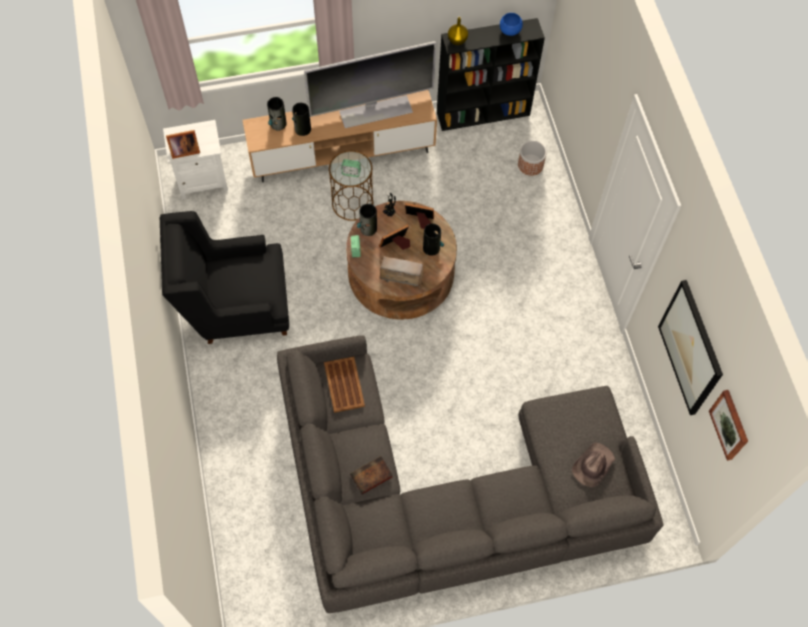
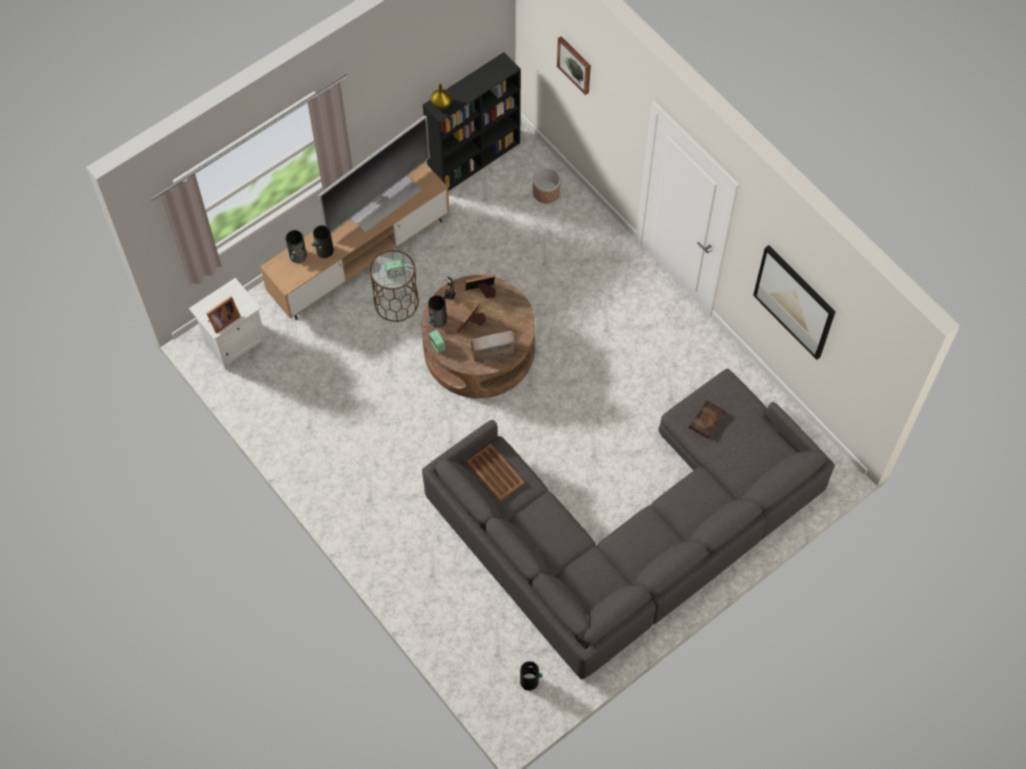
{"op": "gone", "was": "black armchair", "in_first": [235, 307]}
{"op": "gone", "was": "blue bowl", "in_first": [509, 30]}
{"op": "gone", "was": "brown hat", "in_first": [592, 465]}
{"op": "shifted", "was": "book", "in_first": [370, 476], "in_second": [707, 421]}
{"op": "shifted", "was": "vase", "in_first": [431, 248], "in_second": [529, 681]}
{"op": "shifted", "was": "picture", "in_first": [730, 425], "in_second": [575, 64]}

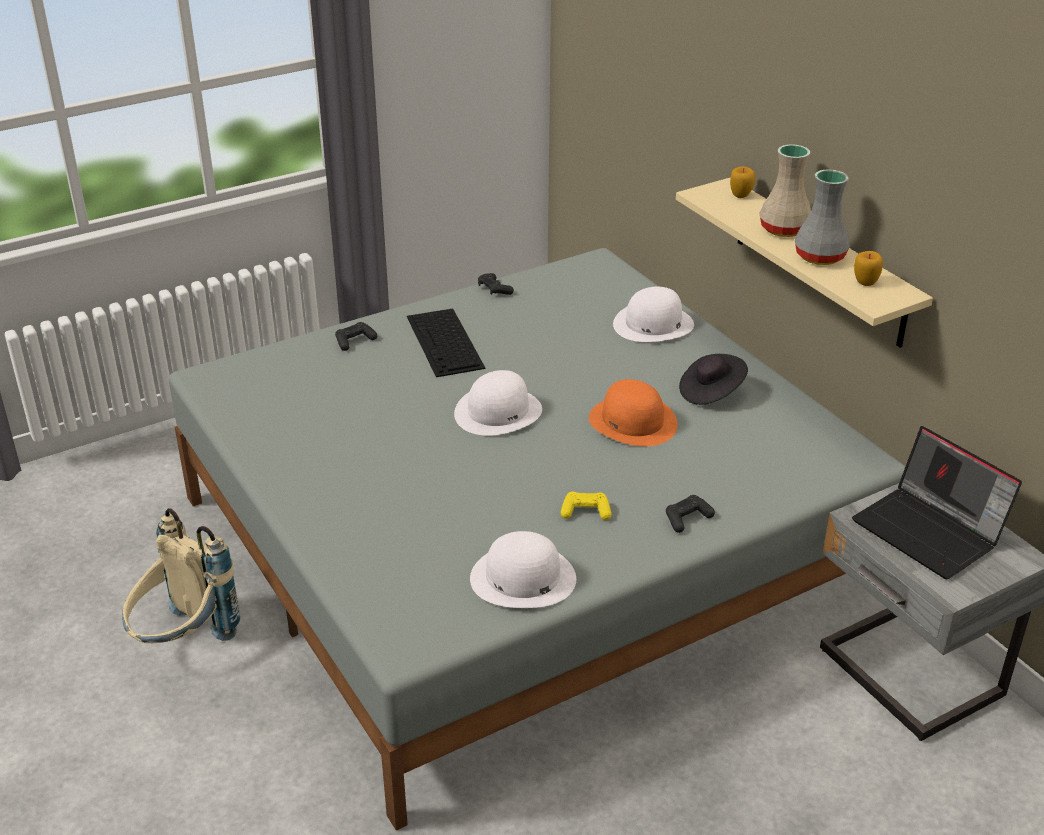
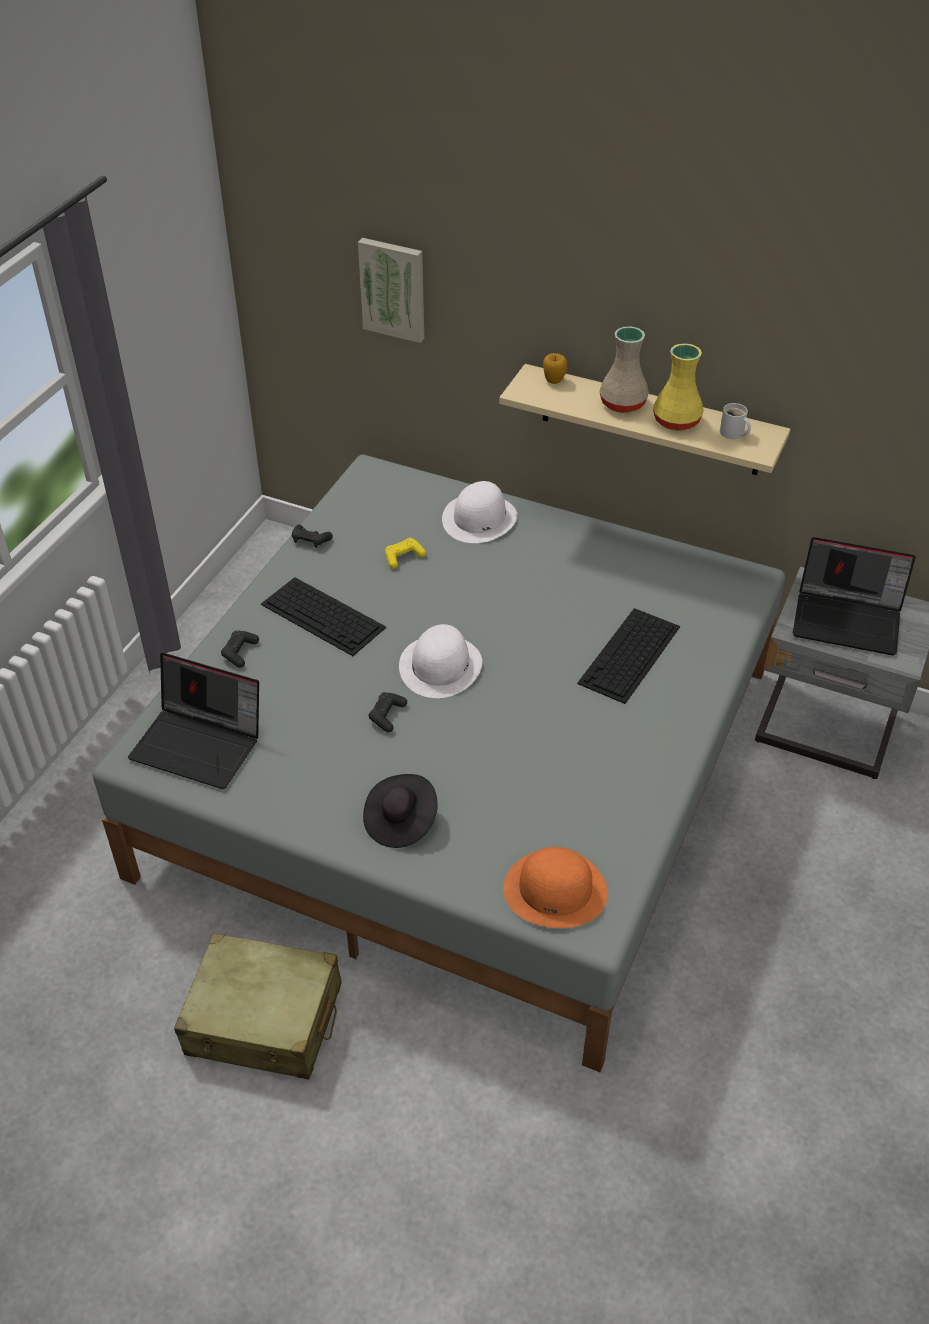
{"op": "gone", "was": "white hat", "in_first": [522, 578]}
{"op": "new", "now": "laptop", "in_second": [200, 744]}
{"op": "new", "now": "picture", "in_second": [393, 288]}
{"op": "new", "now": "keyboard", "in_second": [629, 655]}
{"op": "shifted", "was": "yellow game controller", "in_first": [585, 512], "in_second": [403, 557]}
{"op": "shifted", "was": "orange hat", "in_first": [633, 421], "in_second": [555, 890]}
{"op": "shifted", "was": "black game controller", "in_first": [687, 519], "in_second": [387, 715]}
{"op": "shifted", "was": "black hat", "in_first": [711, 392], "in_second": [400, 822]}
{"op": "swapped", "was": "beige backpack", "now": "beige suitcase", "in_first": [183, 642], "in_second": [264, 1020]}
{"op": "swapped", "was": "apple", "now": "white mug", "in_first": [865, 282], "in_second": [733, 433]}
{"op": "repainted", "was": "grey vase", "now": "yellow vase", "in_first": [819, 256], "in_second": [675, 421]}

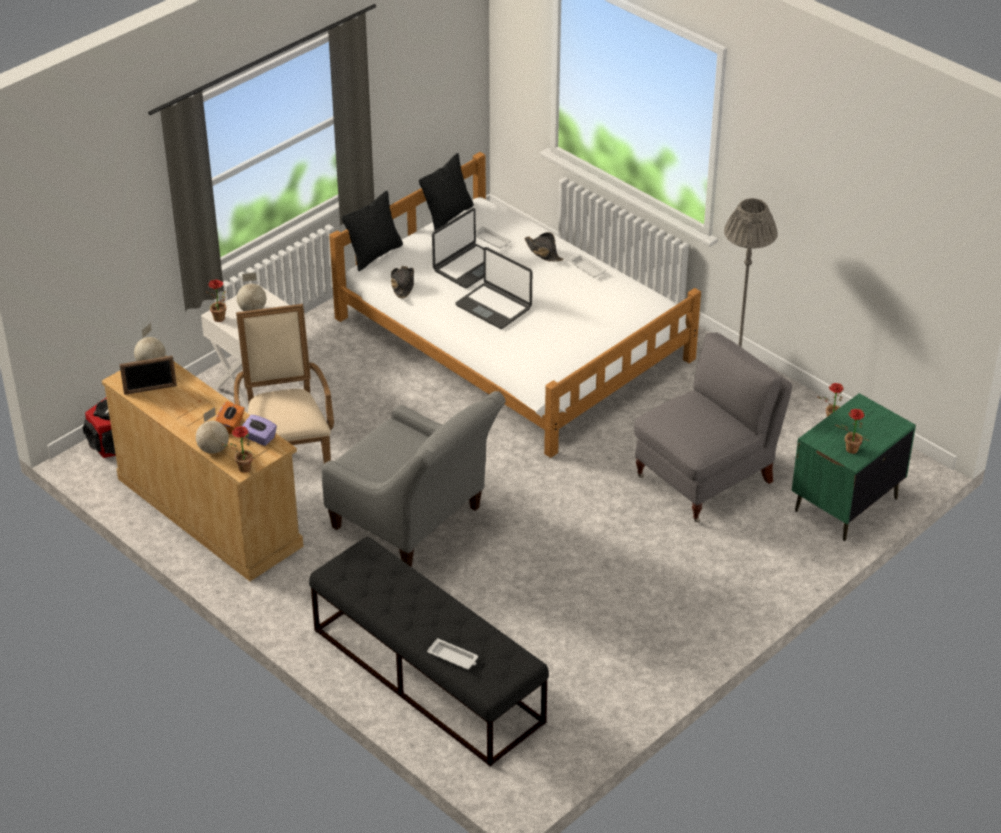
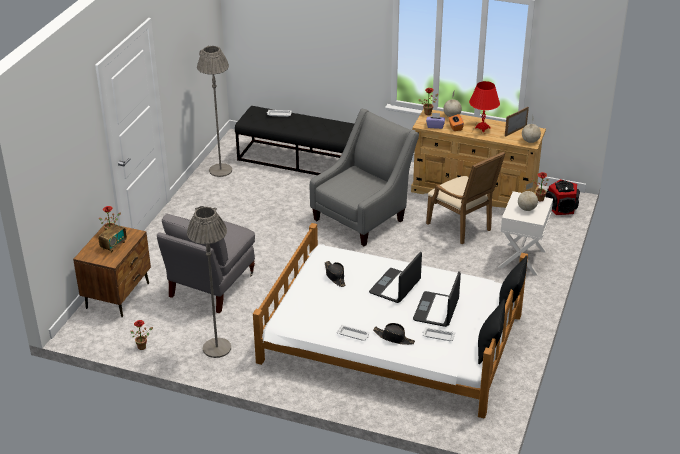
{"op": "new", "now": "radio", "in_second": [113, 245]}
{"op": "new", "now": "grey floor lamp", "in_second": [220, 170]}
{"op": "new", "now": "red table lamp", "in_second": [482, 128]}
{"op": "shifted", "was": "black hat", "in_first": [403, 285], "in_second": [335, 276]}
{"op": "repainted", "was": "green nightstand", "now": "brown nightstand", "in_first": [845, 505], "in_second": [118, 295]}
{"op": "rotated", "was": "grey armchair", "in_first": [415, 522], "in_second": [363, 217], "clockwise": 120}
{"op": "rotated", "was": "laptop", "in_first": [494, 306], "in_second": [395, 287], "clockwise": -75}

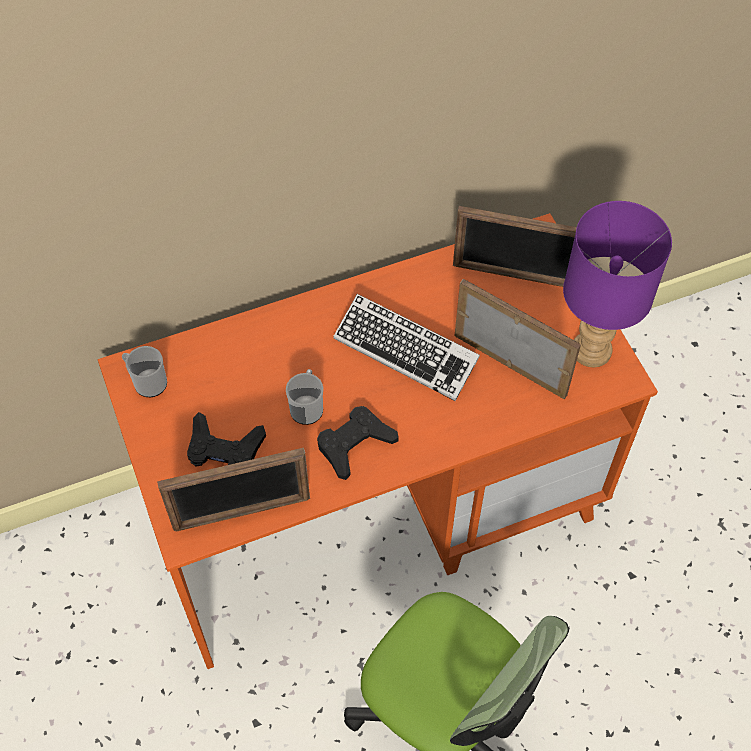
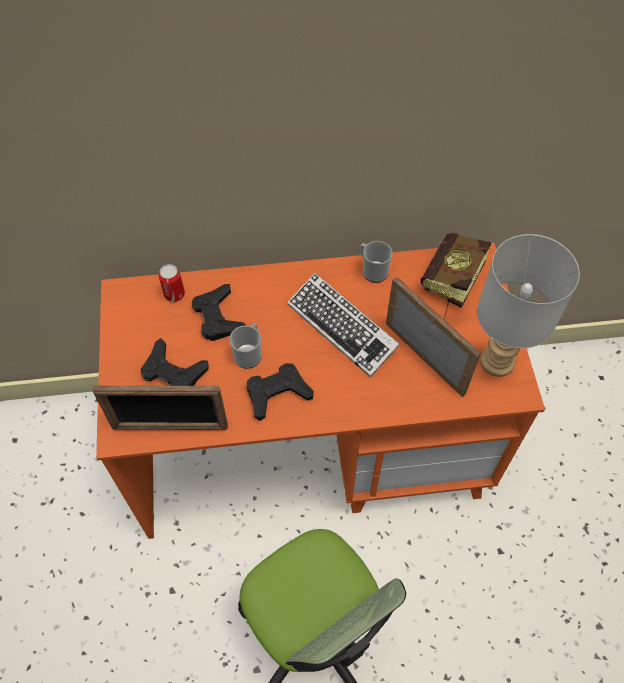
{"op": "new", "now": "can", "in_second": [174, 294]}
{"op": "new", "now": "black game controller", "in_second": [218, 317]}
{"op": "shifted", "was": "mug", "in_first": [147, 382], "in_second": [372, 270]}
{"op": "swapped", "was": "picture frame", "now": "book", "in_first": [513, 275], "in_second": [449, 286]}
{"op": "repainted", "was": "purple table lamp", "now": "grey table lamp", "in_first": [593, 350], "in_second": [498, 362]}

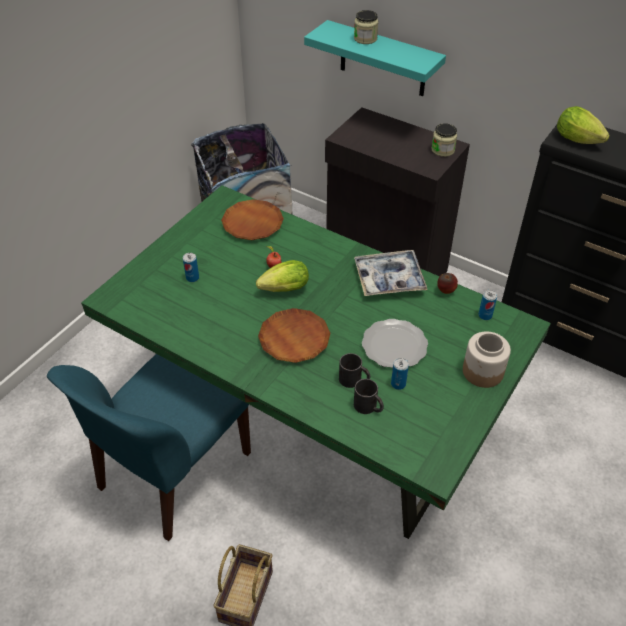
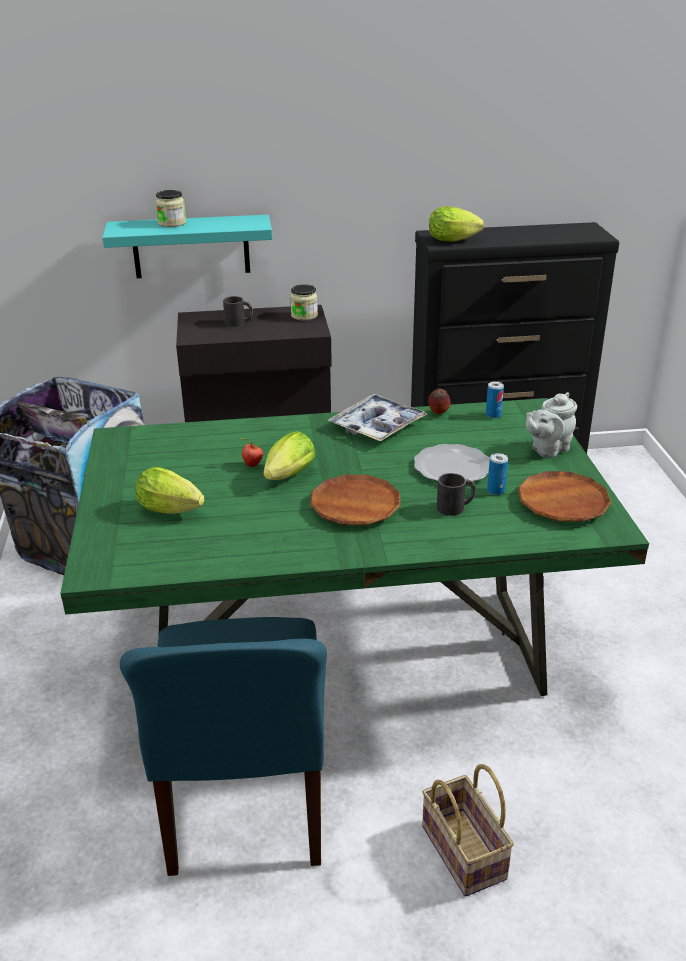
{"op": "shifted", "was": "brown plate", "in_first": [252, 223], "in_second": [562, 502]}
{"op": "shifted", "was": "black mug", "in_first": [369, 407], "in_second": [239, 322]}
{"op": "swapped", "was": "can", "now": "lettuce", "in_first": [192, 278], "in_second": [173, 511]}
{"op": "swapped", "was": "jar", "now": "grey teapot", "in_first": [483, 372], "in_second": [547, 449]}

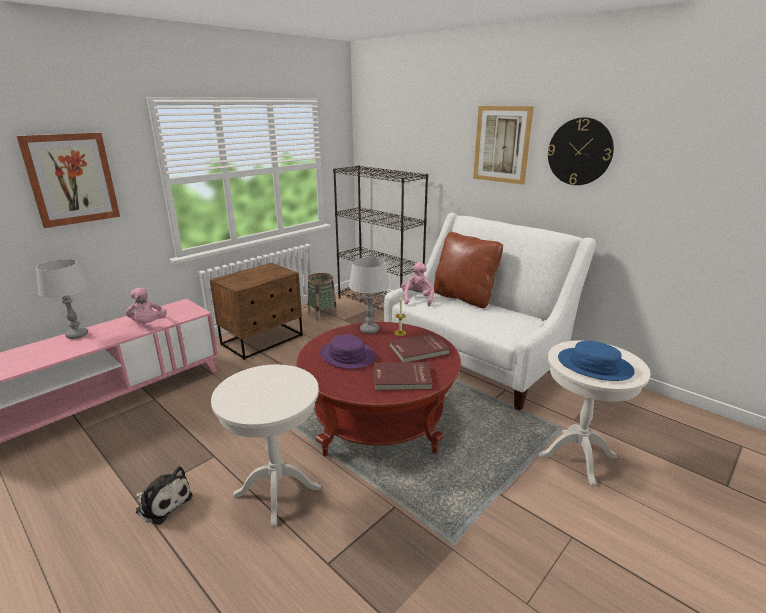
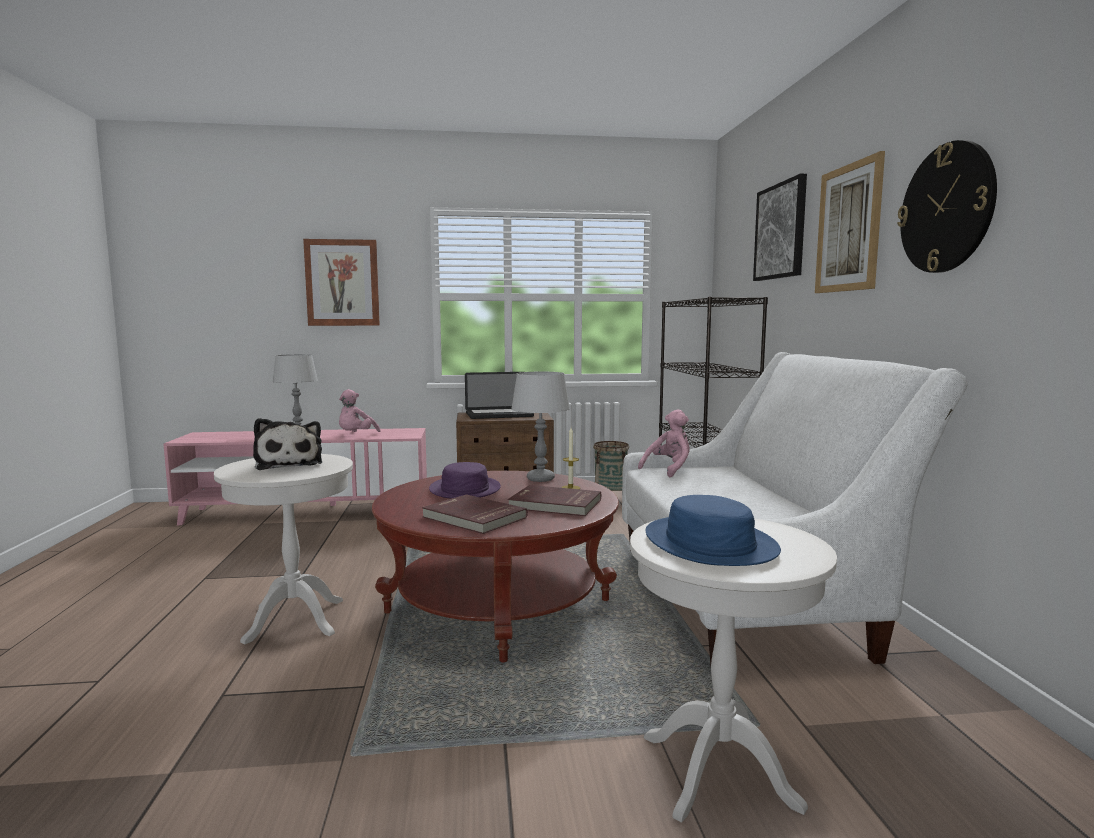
{"op": "gone", "was": "brown pillow", "in_first": [464, 298]}
{"op": "new", "now": "laptop", "in_second": [499, 415]}
{"op": "new", "now": "picture", "in_second": [781, 231]}
{"op": "shifted", "was": "plush toy", "in_first": [163, 503], "in_second": [289, 464]}

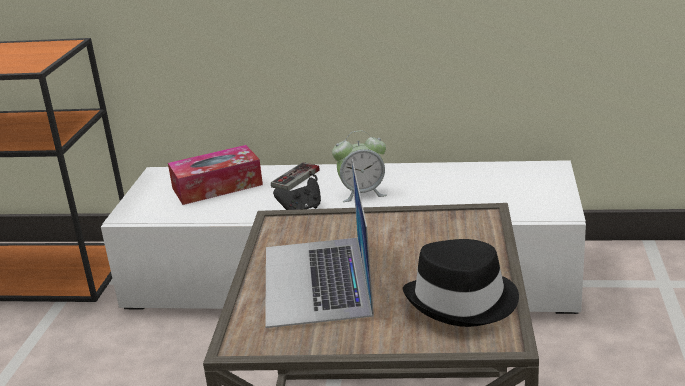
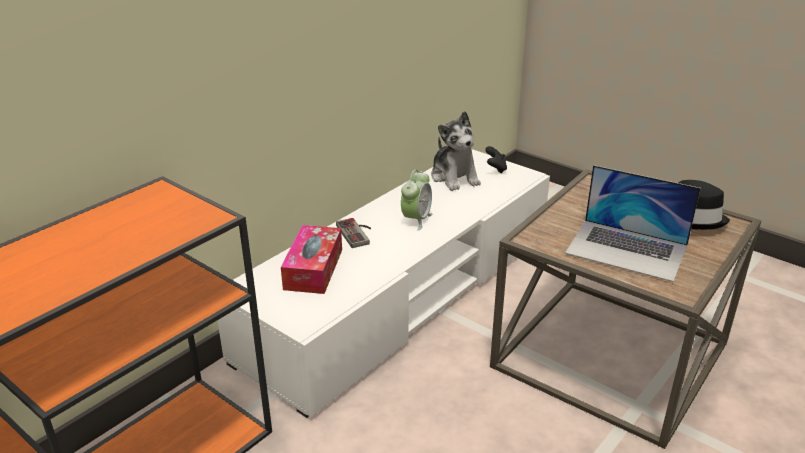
{"op": "new", "now": "plush toy", "in_second": [454, 177]}
{"op": "shifted", "was": "black game controller", "in_first": [301, 210], "in_second": [495, 169]}

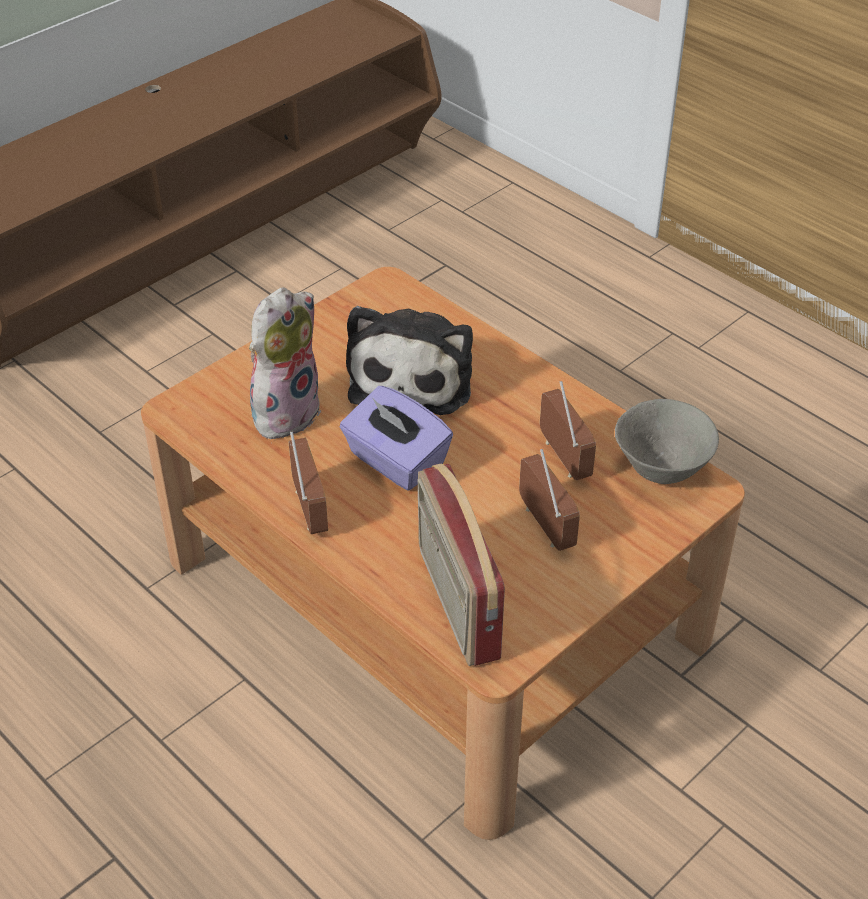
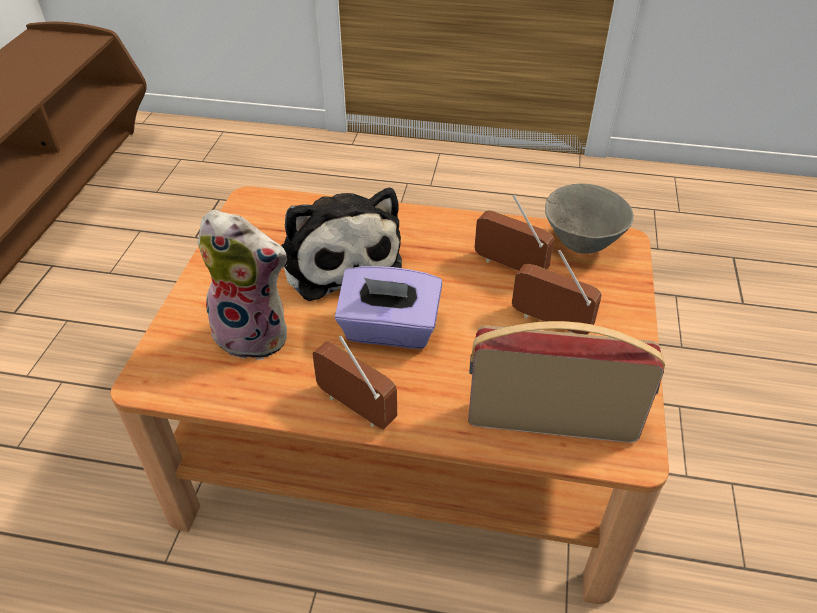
{"op": "rotated", "was": "plush toy", "in_first": [285, 411], "in_second": [256, 334], "clockwise": 105}
{"op": "rotated", "was": "radio", "in_first": [456, 602], "in_second": [551, 420], "clockwise": 150}

